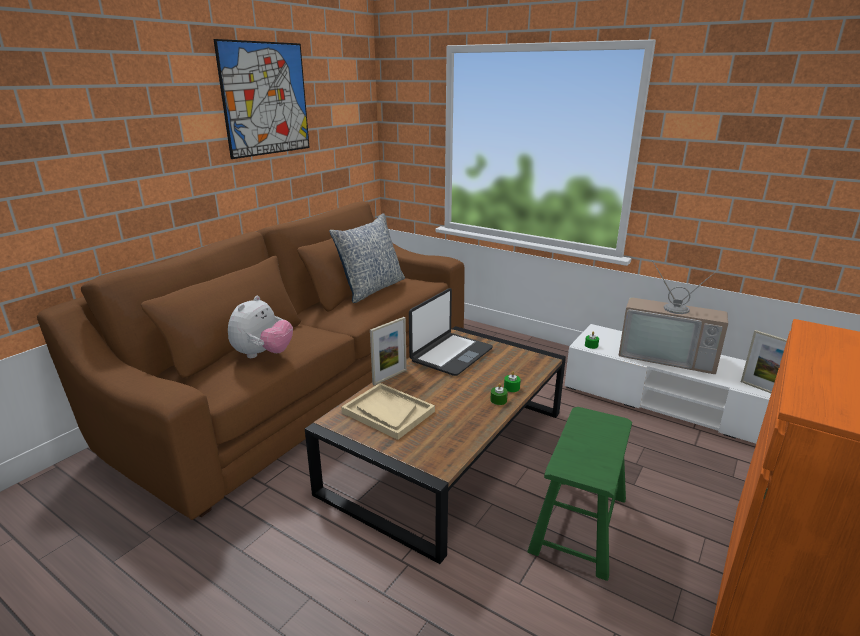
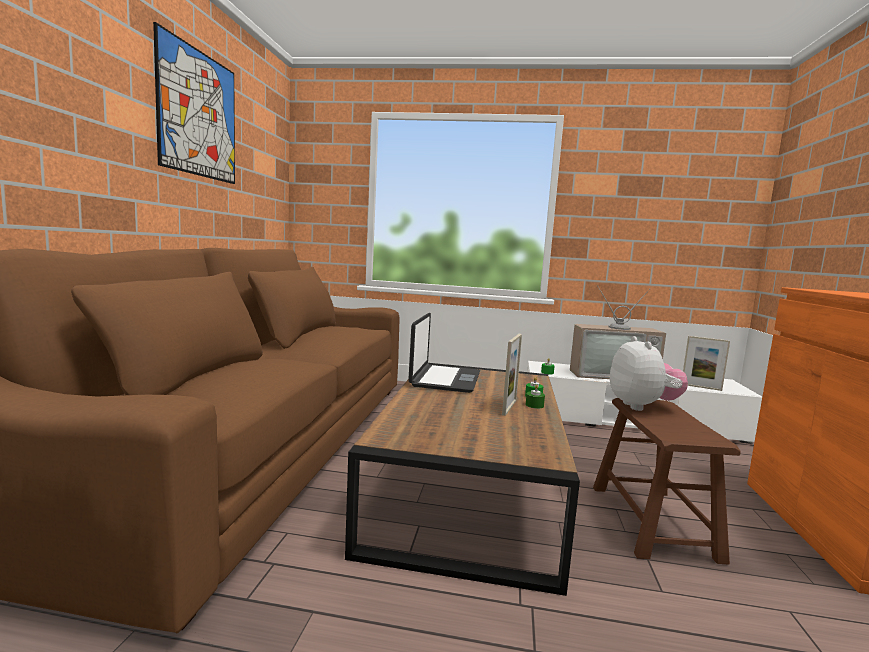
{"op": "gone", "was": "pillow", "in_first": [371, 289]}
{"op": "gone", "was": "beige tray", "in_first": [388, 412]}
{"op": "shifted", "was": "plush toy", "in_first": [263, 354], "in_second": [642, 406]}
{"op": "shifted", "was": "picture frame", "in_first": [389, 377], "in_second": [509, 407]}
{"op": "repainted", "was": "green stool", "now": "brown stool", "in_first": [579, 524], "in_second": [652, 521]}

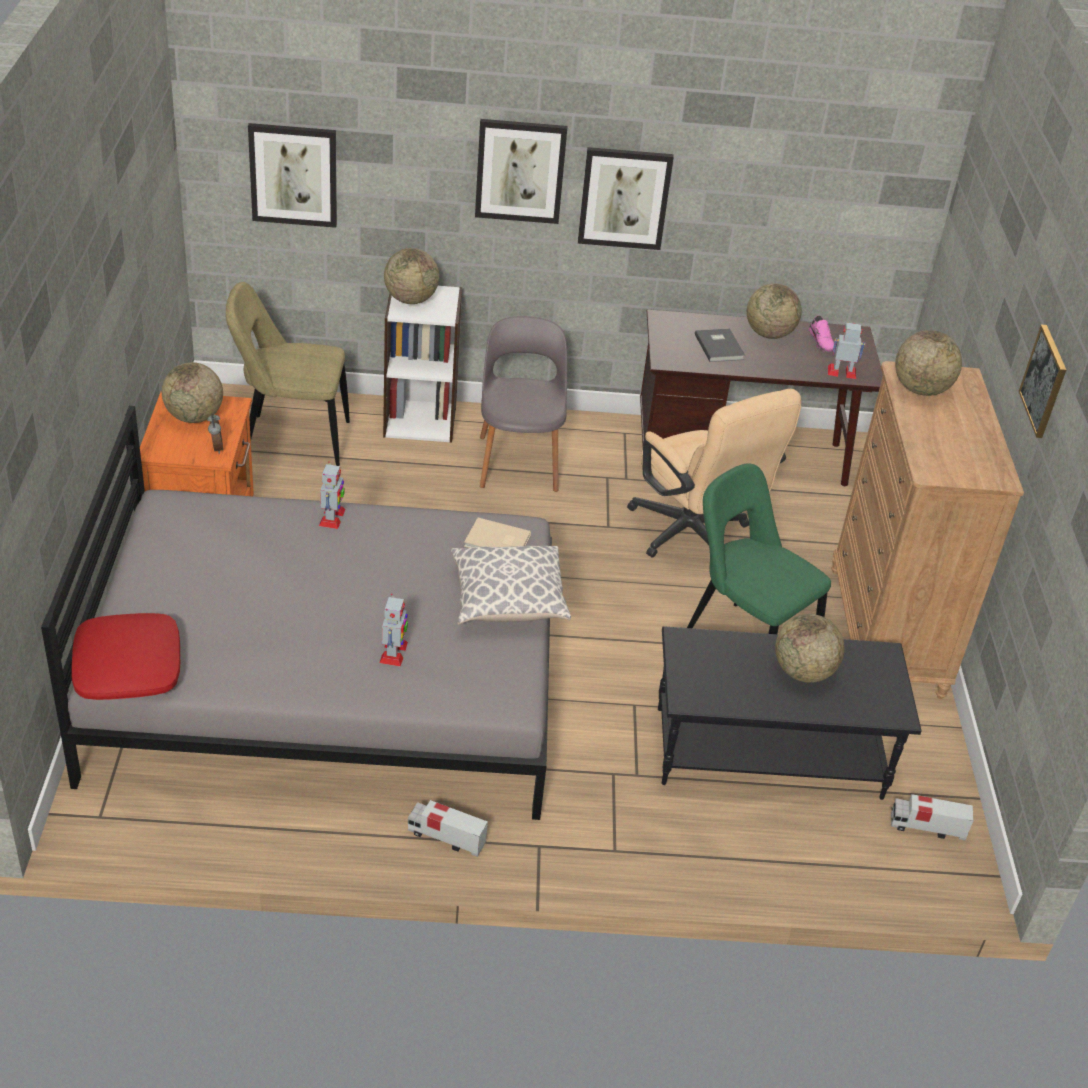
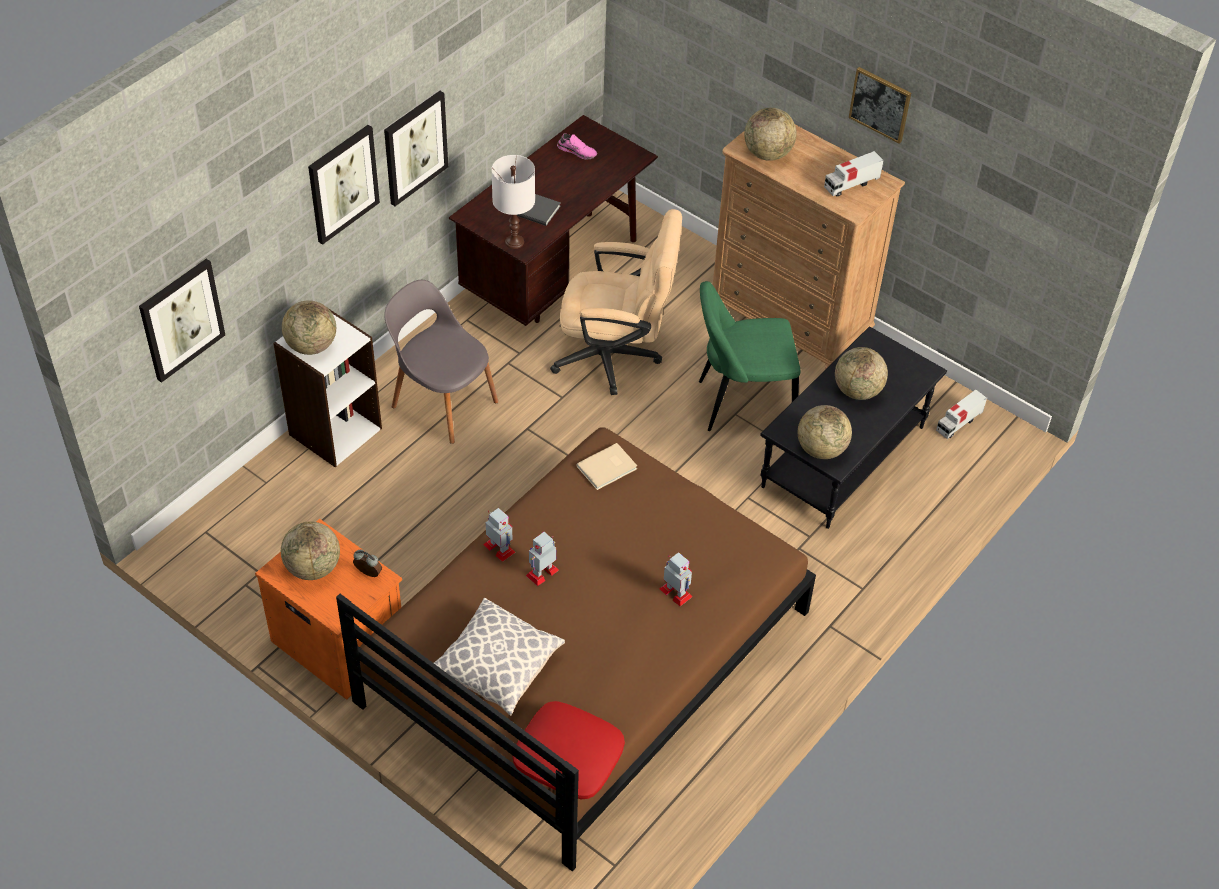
{"op": "gone", "was": "beige chair", "in_first": [291, 439]}
{"op": "new", "now": "white table lamp", "in_second": [514, 242]}
{"op": "shifted", "was": "toy truck", "in_first": [446, 838], "in_second": [851, 184]}
{"op": "shifted", "was": "pillow", "in_first": [508, 601], "in_second": [497, 667]}
{"op": "shifted", "was": "globe", "in_first": [769, 334], "in_second": [821, 449]}
{"op": "shifted", "was": "toy robot", "in_first": [842, 372], "in_second": [542, 572]}
{"op": "repainted", "was": "grey bed", "now": "brown bed", "in_first": [327, 679], "in_second": [584, 656]}

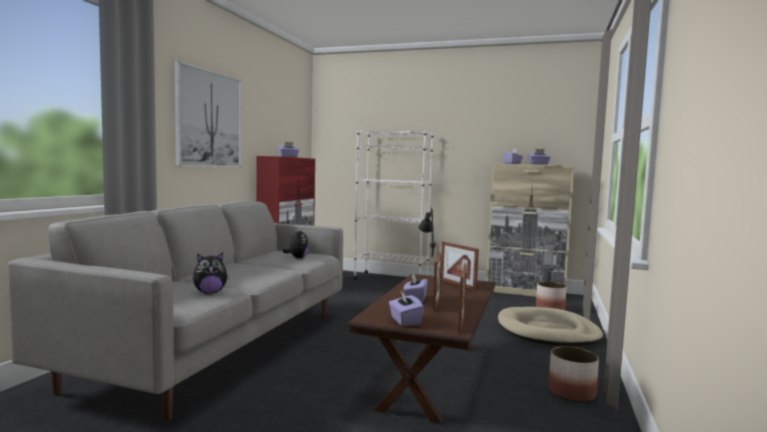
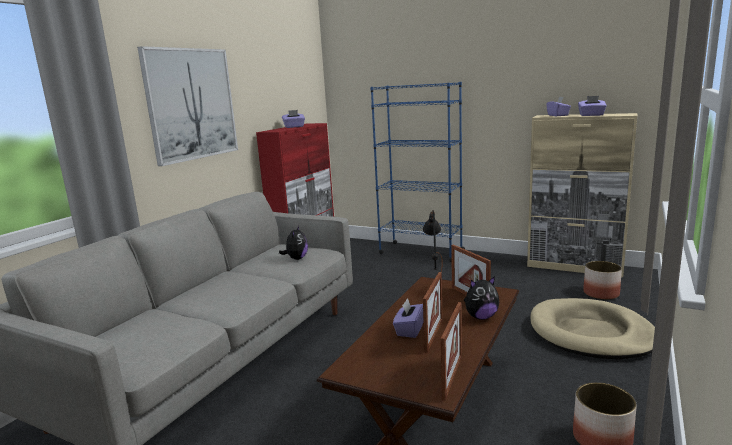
{"op": "gone", "was": "purple tissue box", "in_first": [405, 321]}
{"op": "shifted", "was": "plush toy", "in_first": [210, 292], "in_second": [481, 317]}
{"op": "repainted", "was": "white bookcase", "now": "blue bookcase", "in_first": [391, 279], "in_second": [421, 252]}

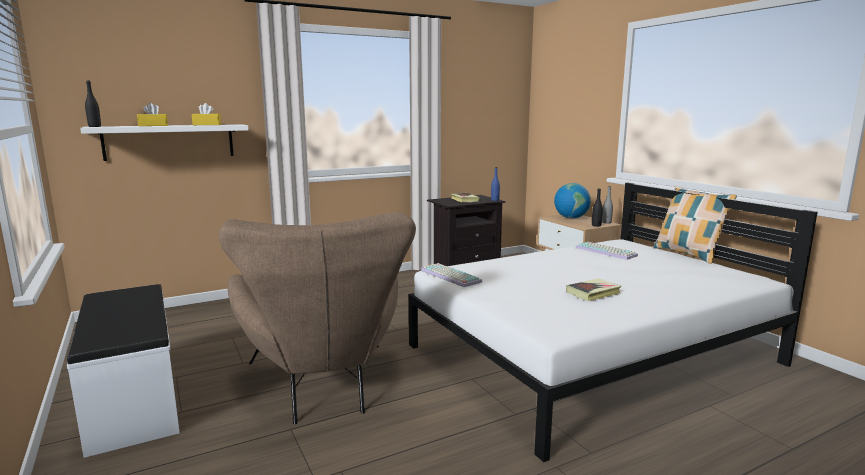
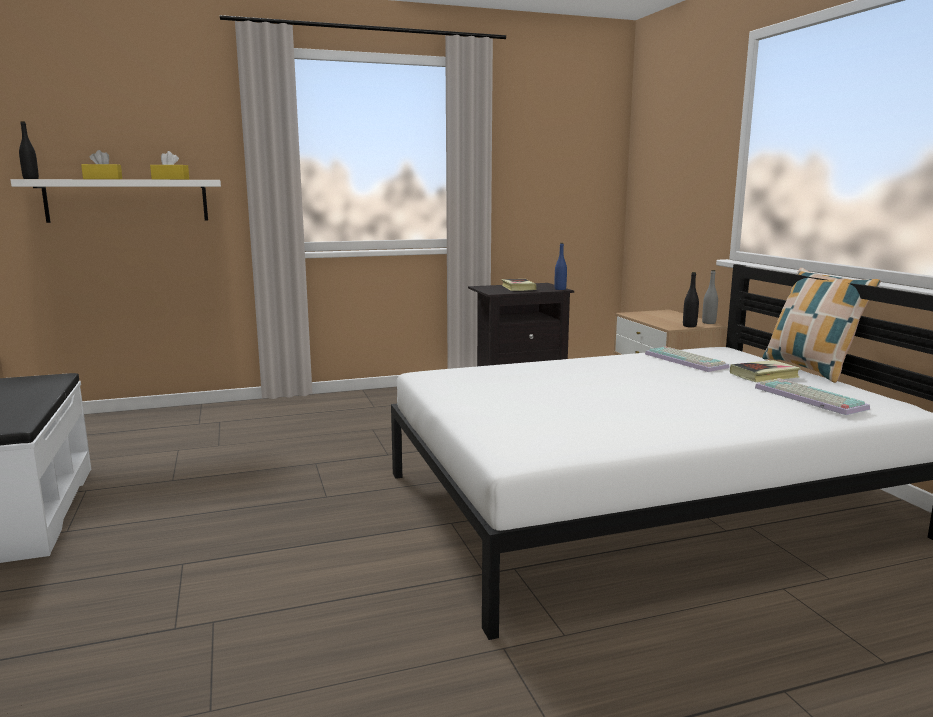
{"op": "gone", "was": "brown armchair", "in_first": [325, 387]}
{"op": "gone", "was": "globe", "in_first": [571, 218]}
{"op": "shifted", "was": "keyboard", "in_first": [449, 276], "in_second": [806, 398]}
{"op": "shifted", "was": "book", "in_first": [593, 293], "in_second": [764, 375]}

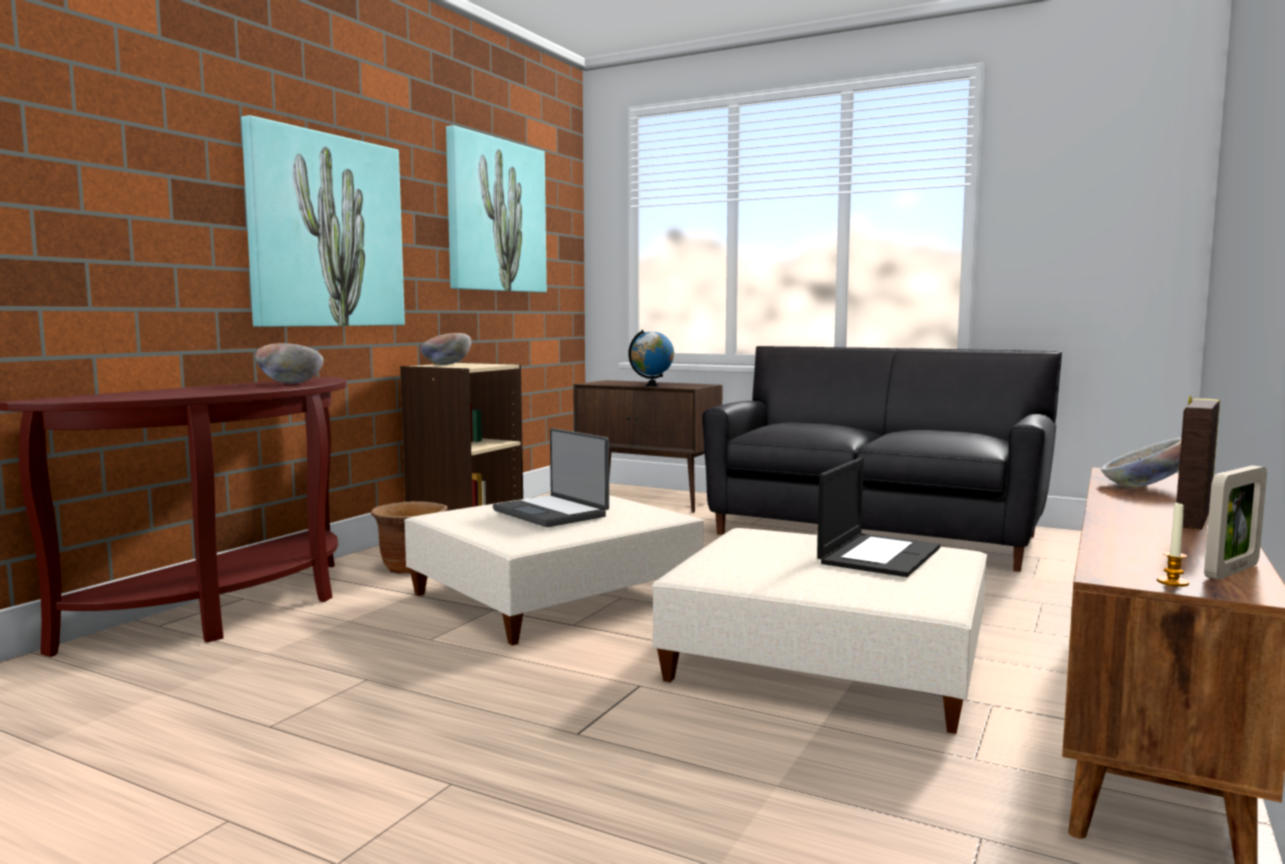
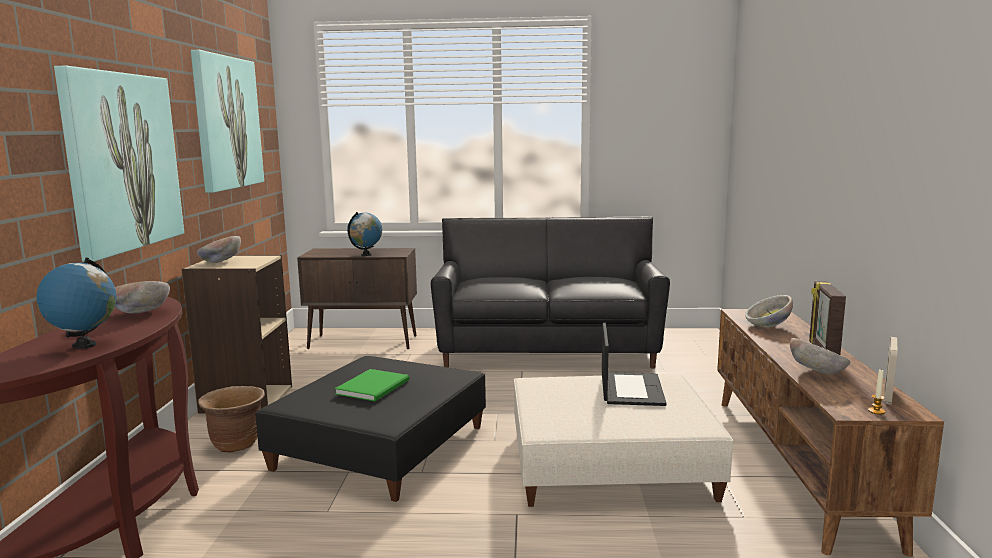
{"op": "new", "now": "globe", "in_second": [84, 345]}
{"op": "new", "now": "bowl", "in_second": [816, 373]}
{"op": "swapped", "was": "laptop", "now": "green book", "in_first": [552, 513], "in_second": [375, 387]}
{"op": "repainted", "was": "beige ottoman", "now": "black ottoman", "in_first": [555, 594], "in_second": [381, 447]}

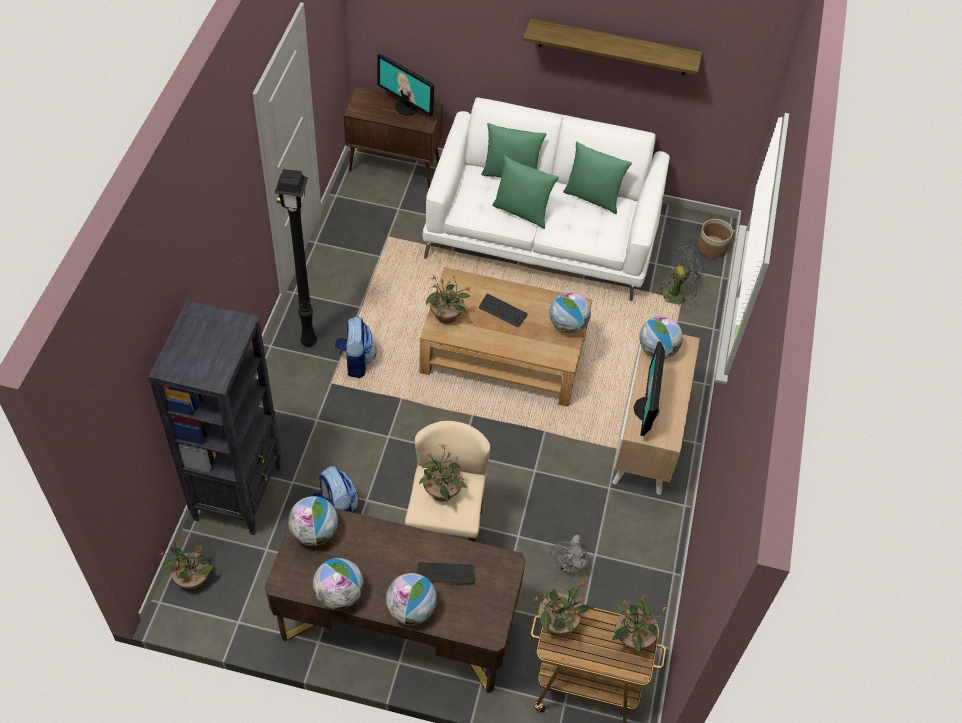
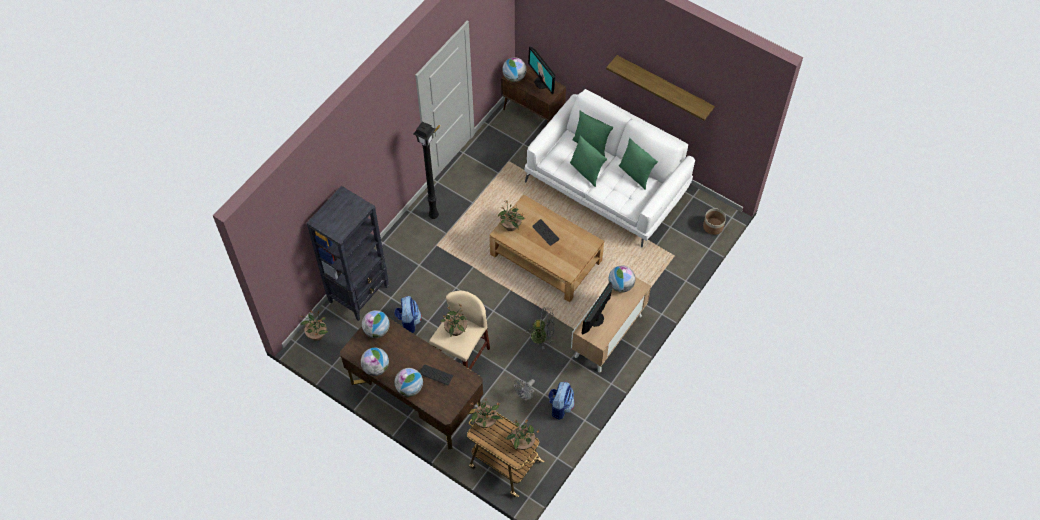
{"op": "shifted", "was": "backpack", "in_first": [356, 361], "in_second": [560, 406]}
{"op": "shifted", "was": "globe", "in_first": [567, 325], "in_second": [514, 77]}
{"op": "shifted", "was": "grey fan", "in_first": [679, 294], "in_second": [542, 336]}

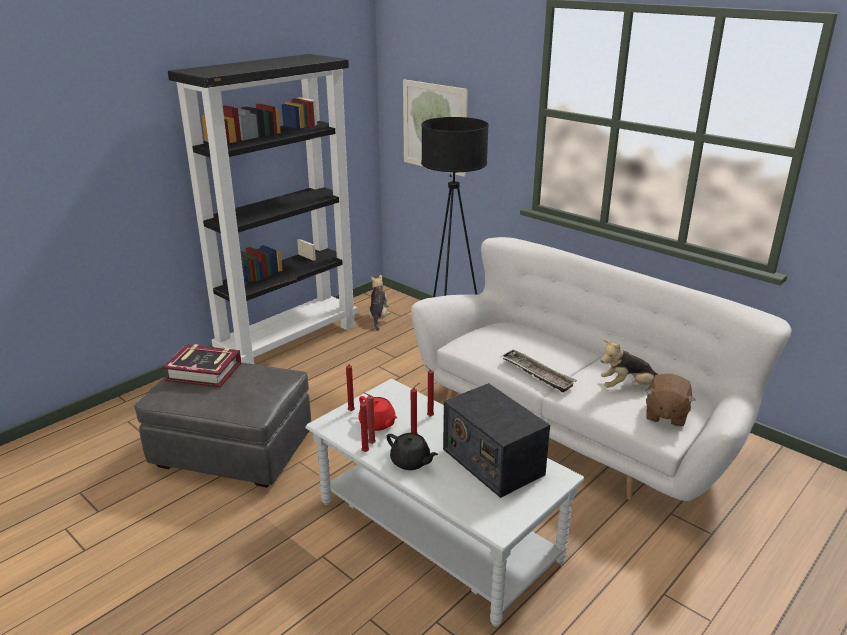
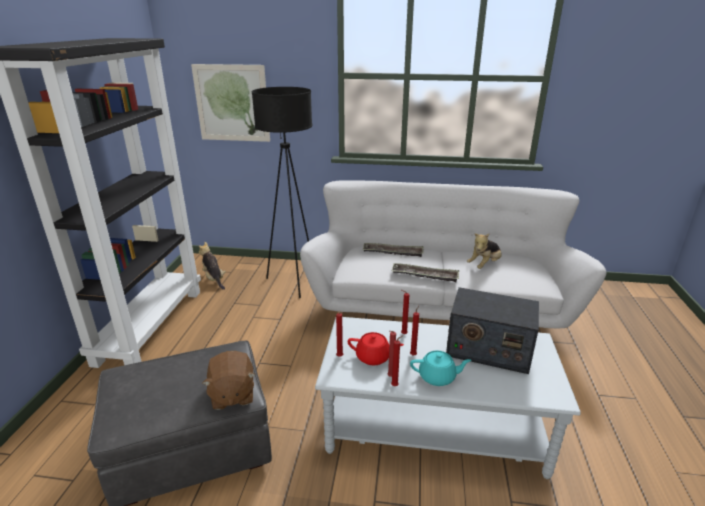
{"op": "gone", "was": "book", "in_first": [204, 371]}
{"op": "new", "now": "tray", "in_second": [393, 252]}
{"op": "shifted", "was": "brown plush toy", "in_first": [665, 415], "in_second": [232, 394]}
{"op": "repainted", "was": "black teapot", "now": "turquoise teapot", "in_first": [411, 462], "in_second": [438, 377]}

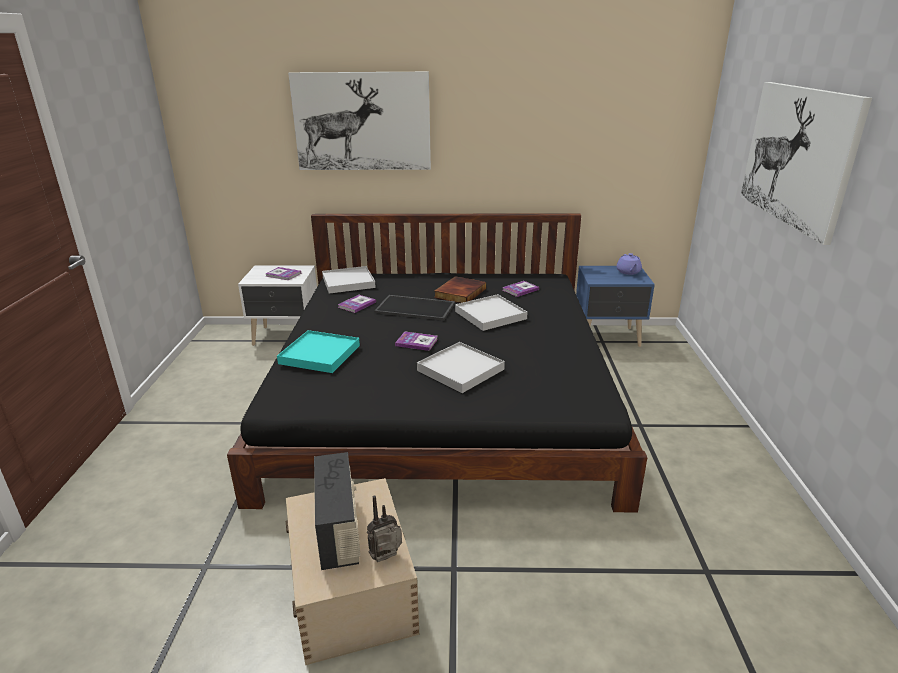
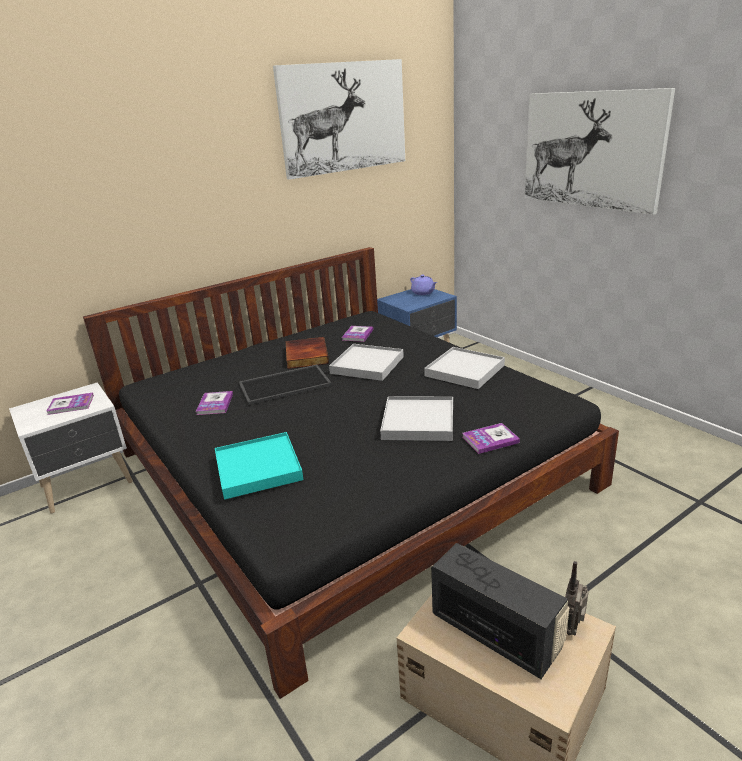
{"op": "shifted", "was": "picture", "in_first": [362, 122], "in_second": [343, 117]}
{"op": "shifted", "was": "white tray", "in_first": [348, 282], "in_second": [465, 370]}
{"op": "shifted", "was": "book", "in_first": [416, 342], "in_second": [490, 439]}

